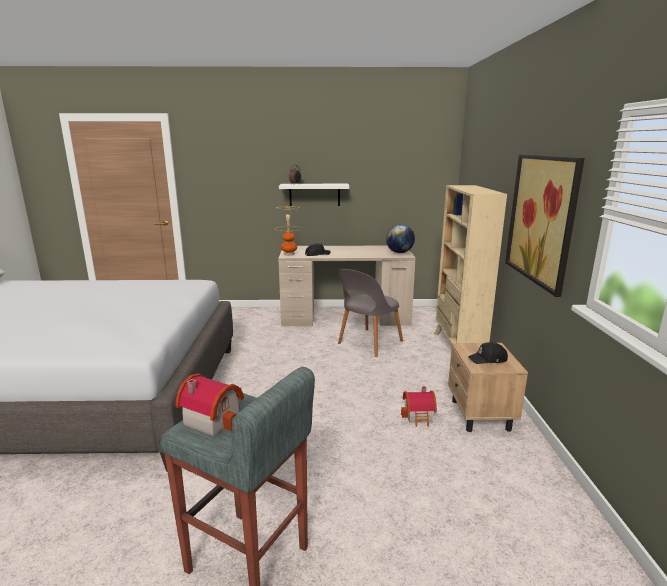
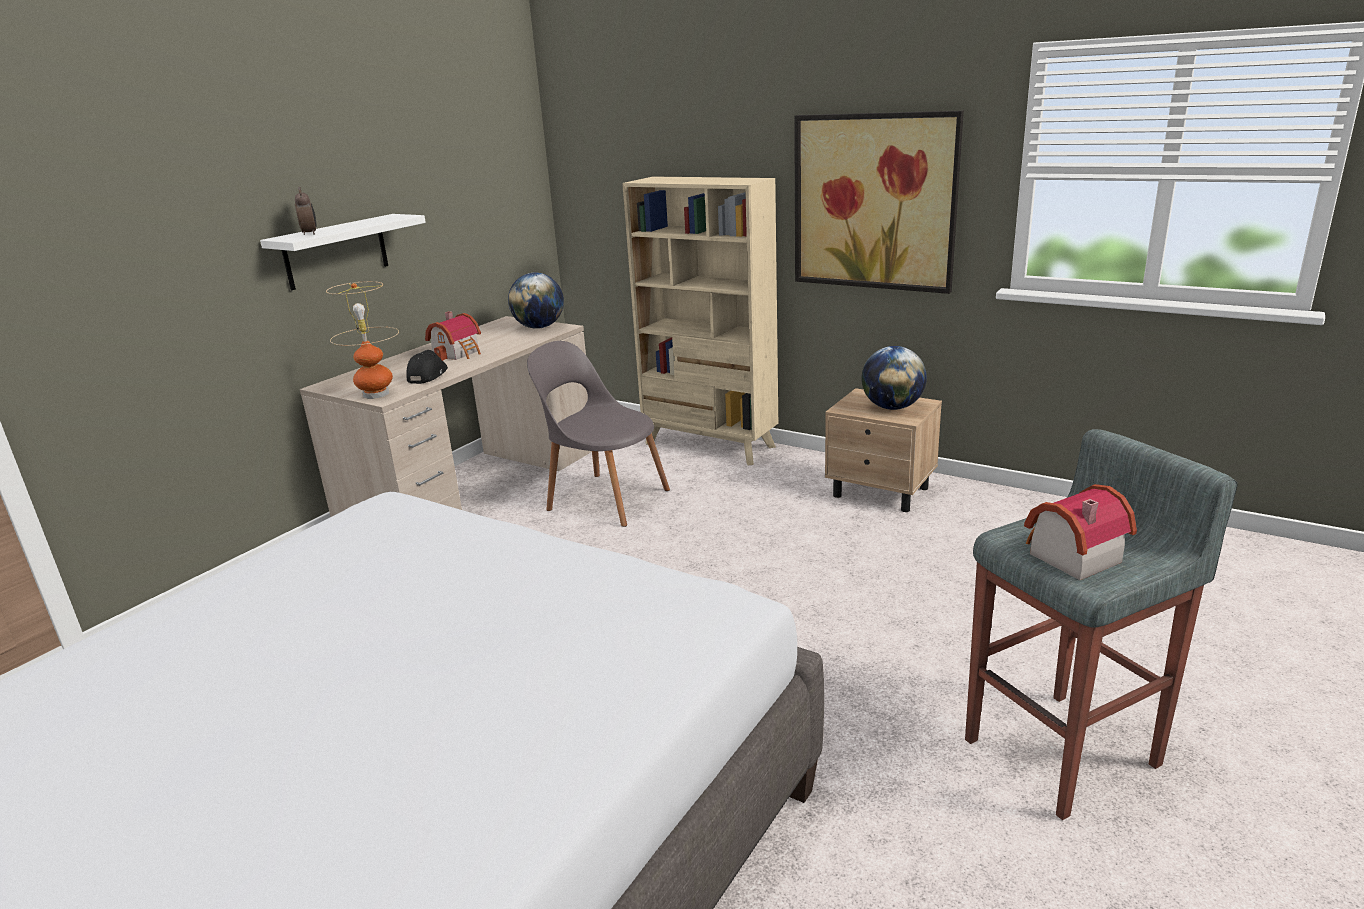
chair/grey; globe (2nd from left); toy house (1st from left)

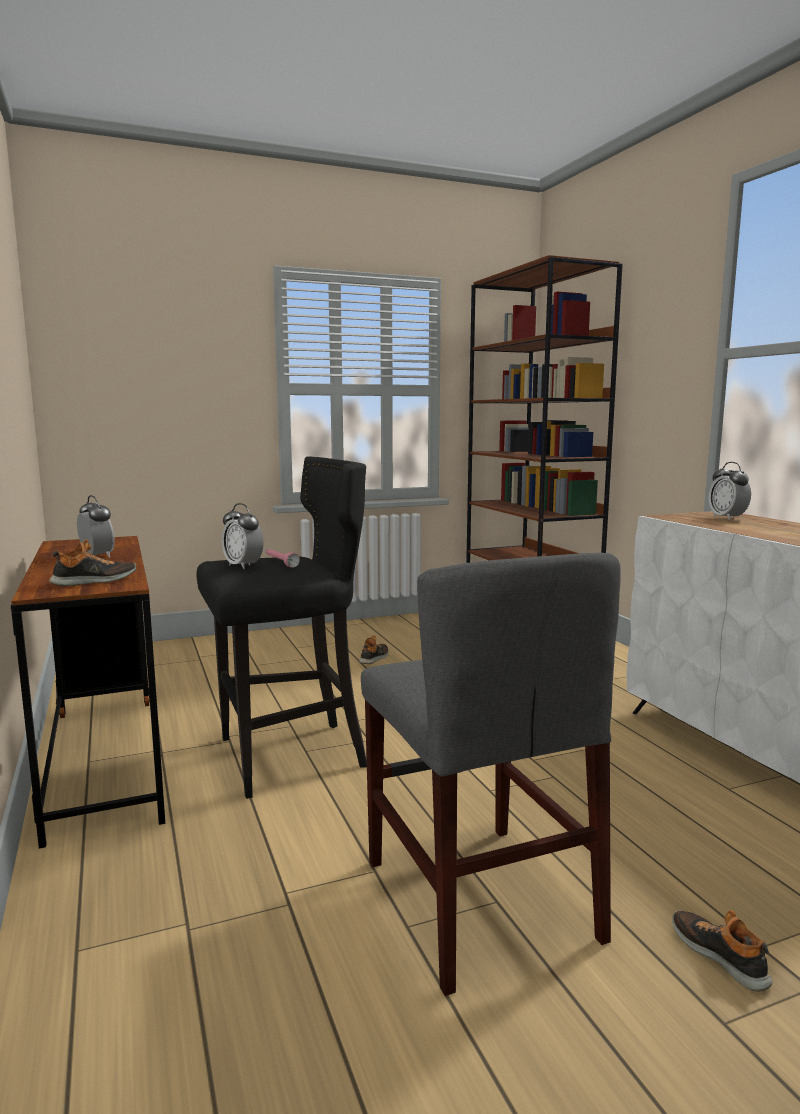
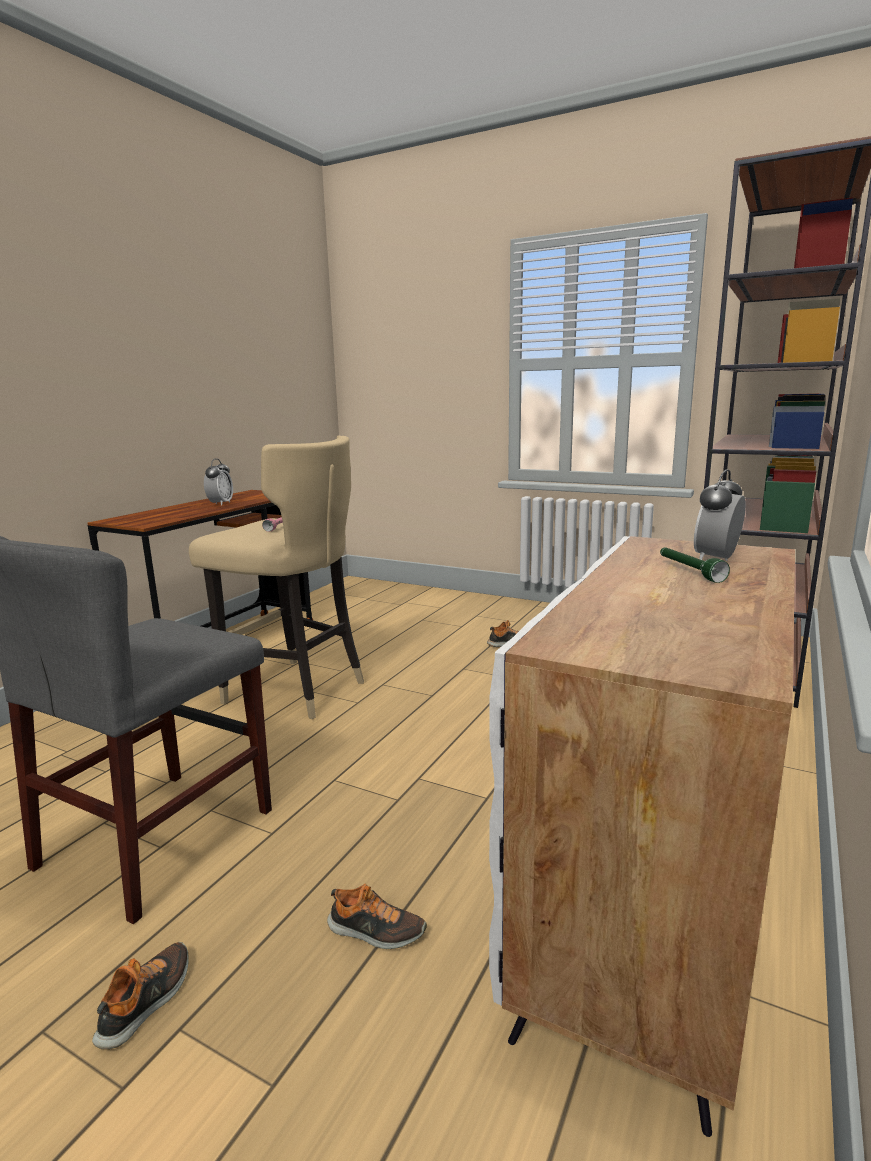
stool/beige; alarm clock (2nd from left in the first image); shoe (2nd from left); flashlight/green

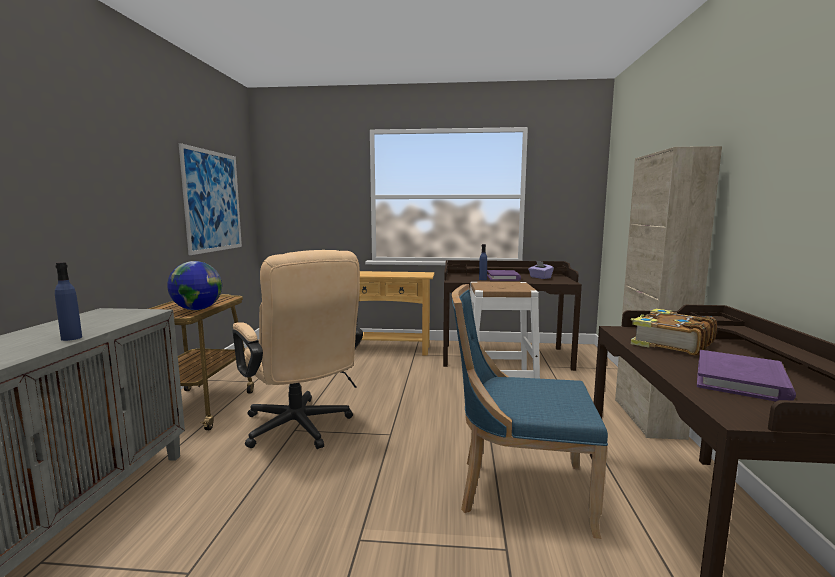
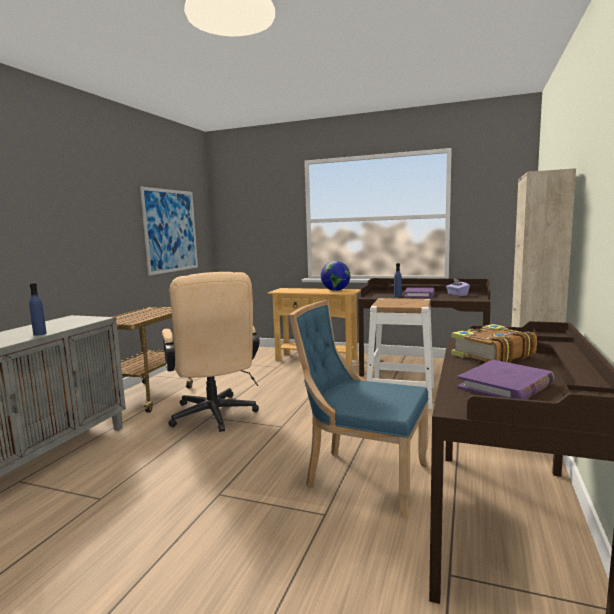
globe

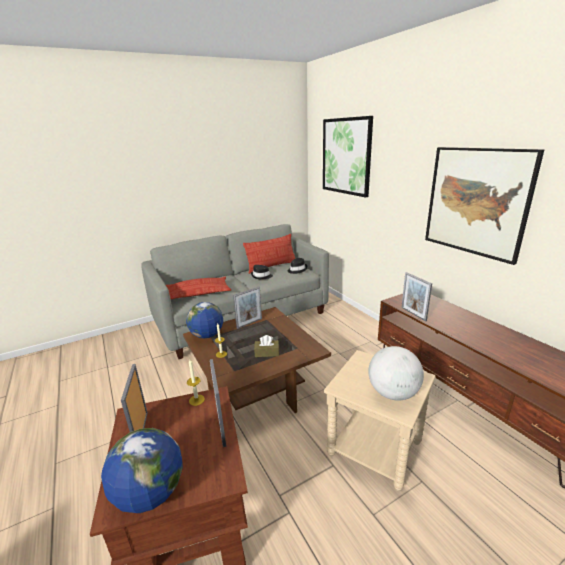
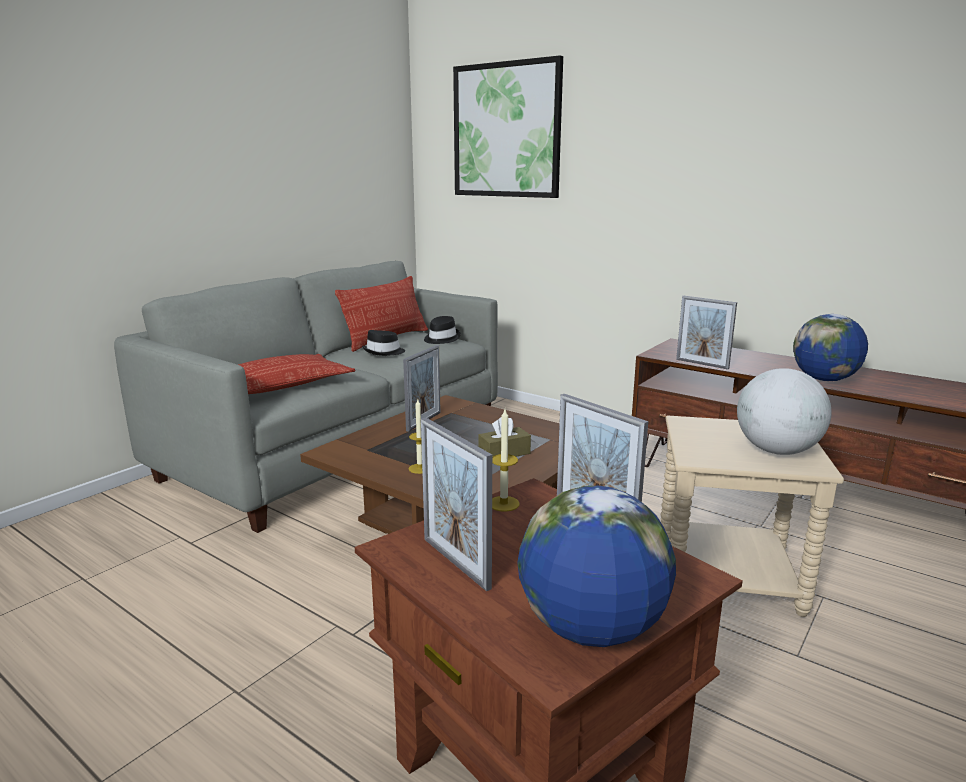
picture (2nd from left in the first image); globe (3rd from left)

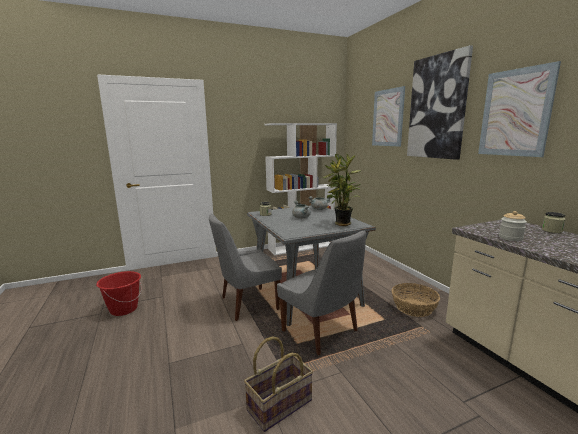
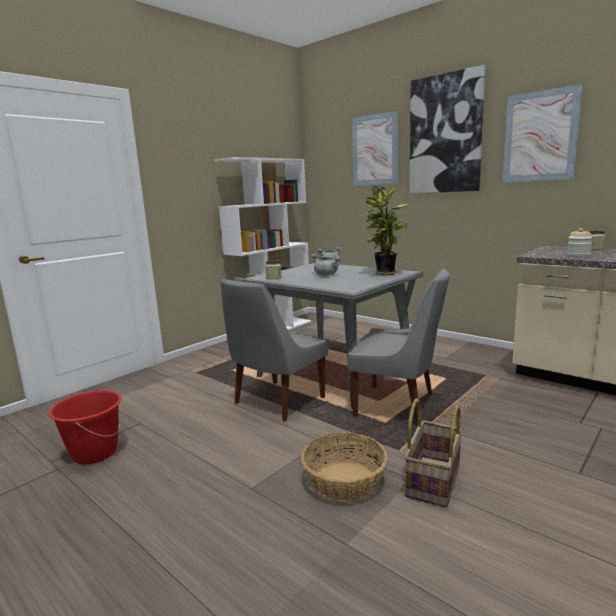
basket (1st from left)

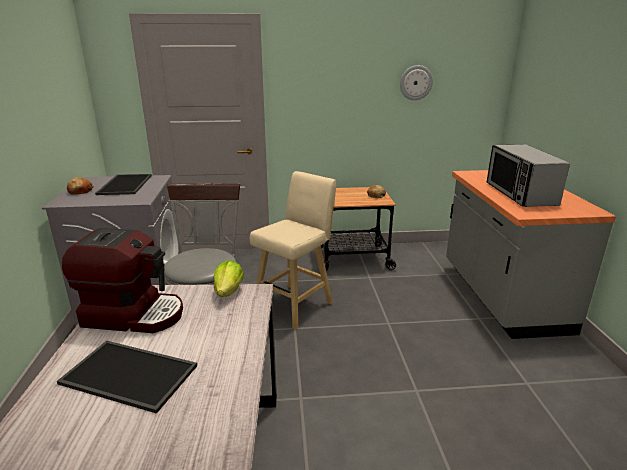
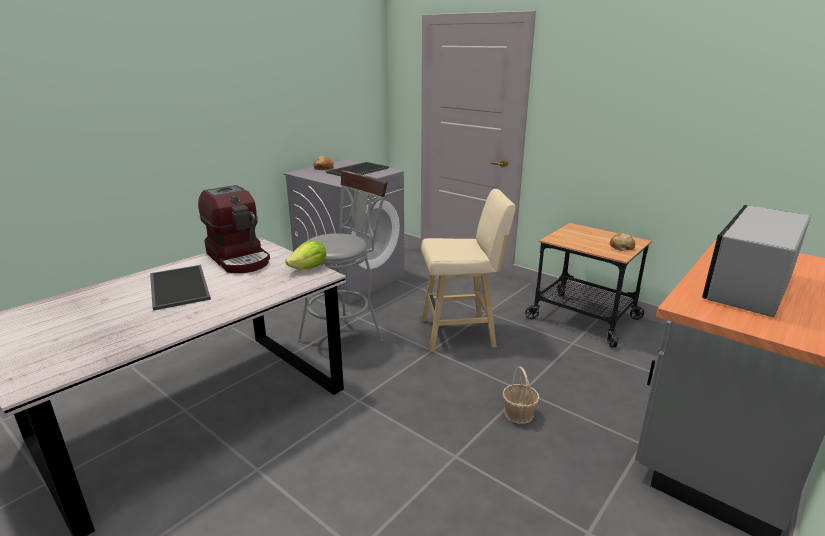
wall clock; basket

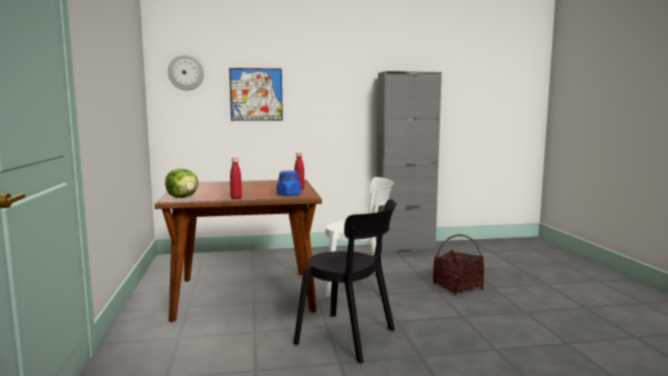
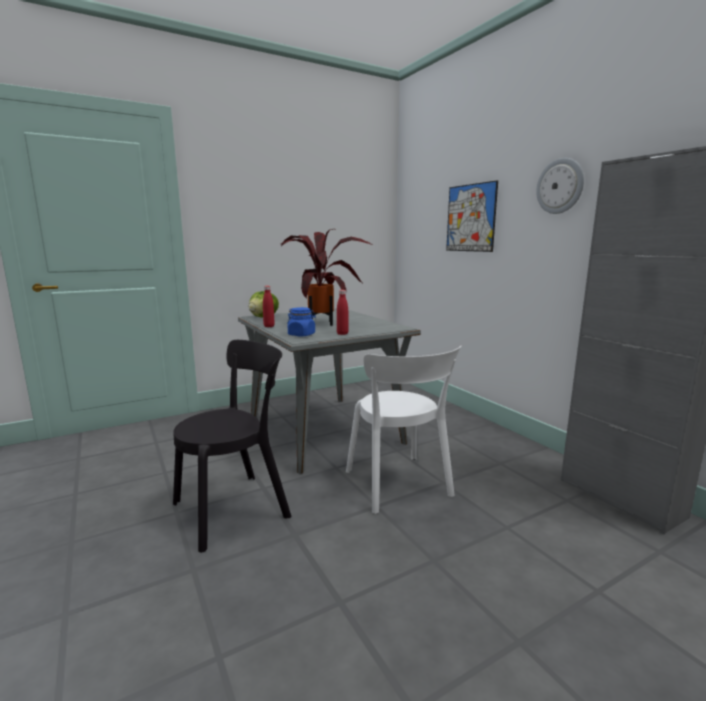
wall clock; dining table/grey; chair/black; basket; potted plant

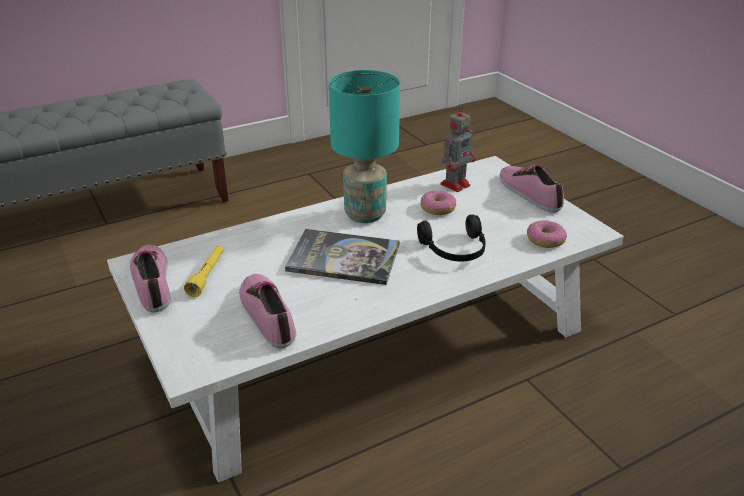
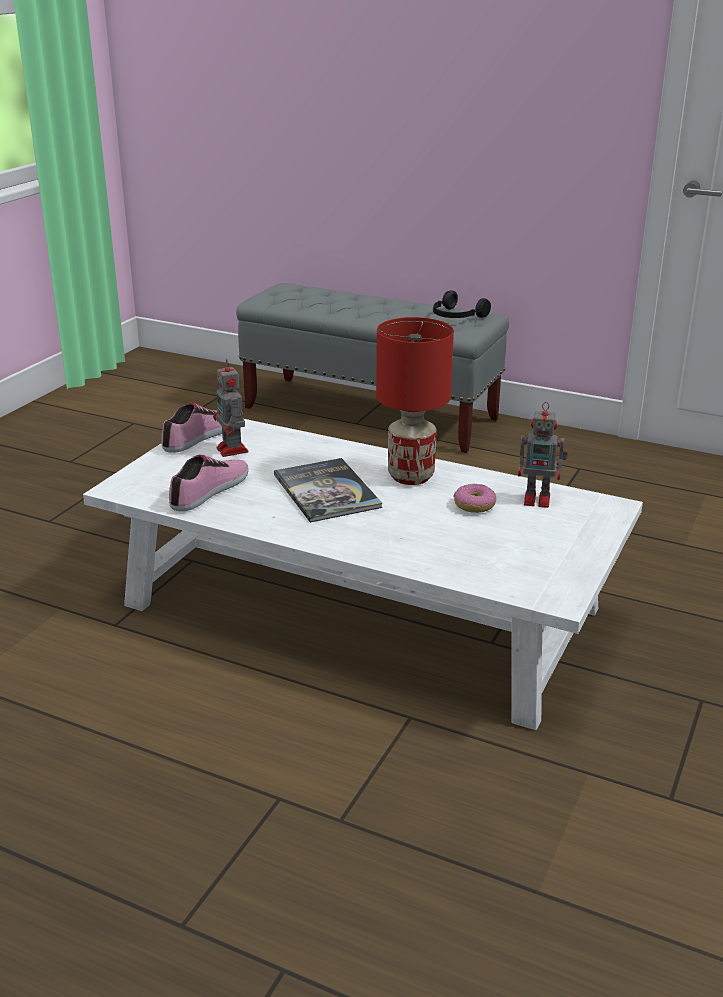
table lamp/red; shoe (3rd from left in the first image); headphones/black; donut (2nd from left in the first image); toy robot (1st from left)

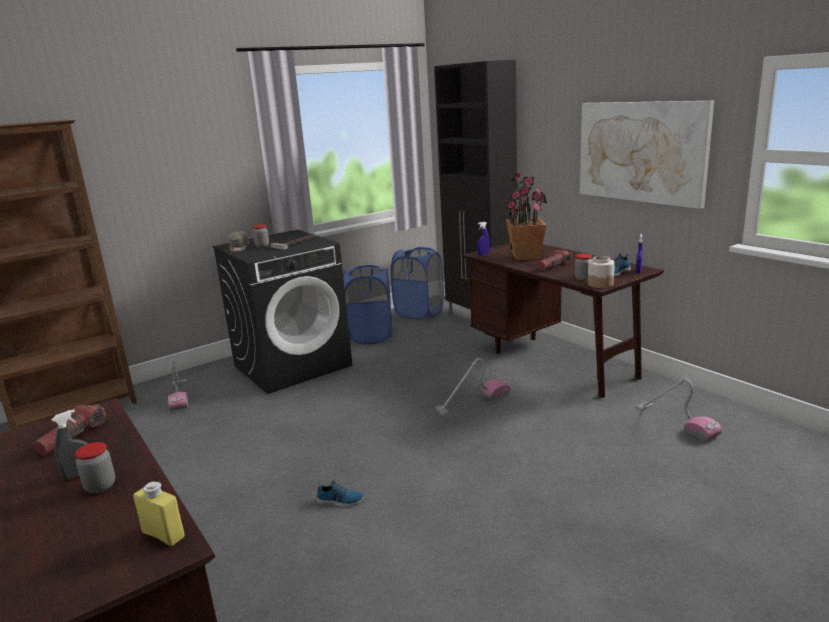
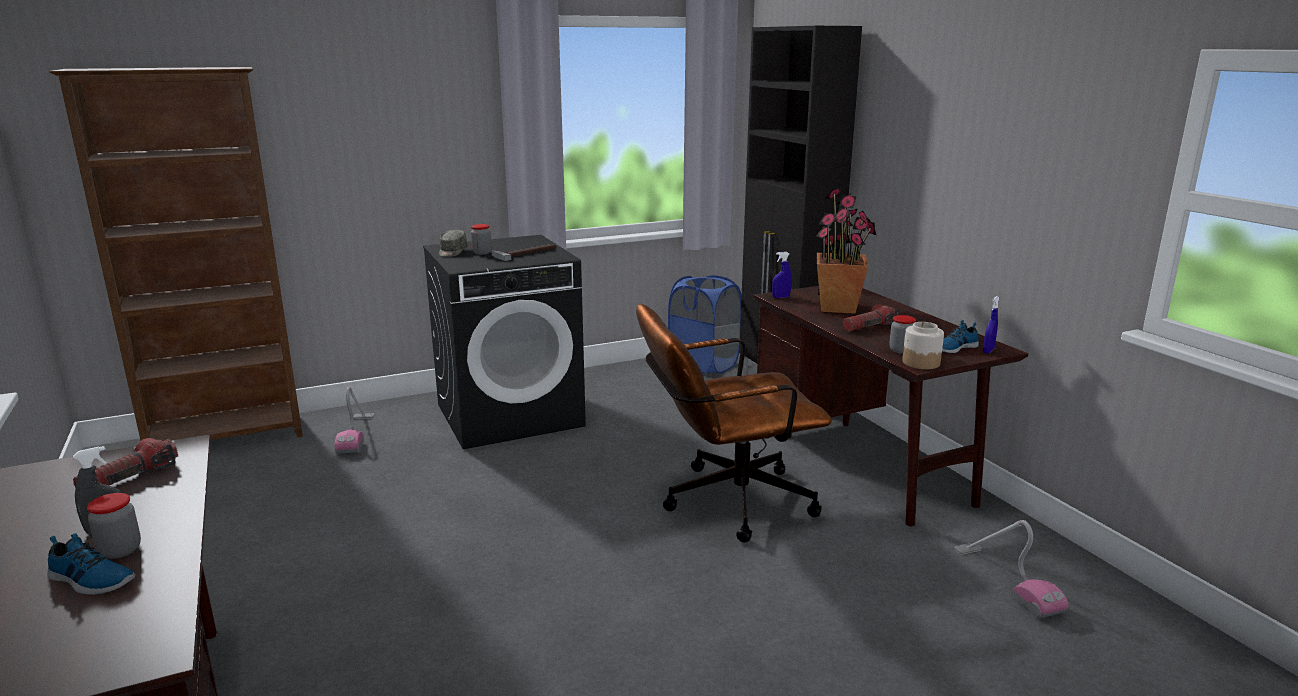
picture; laundry basket/blue (1st from left in the first image); office chair/brown; shoe (1st from left); bottle/yellow

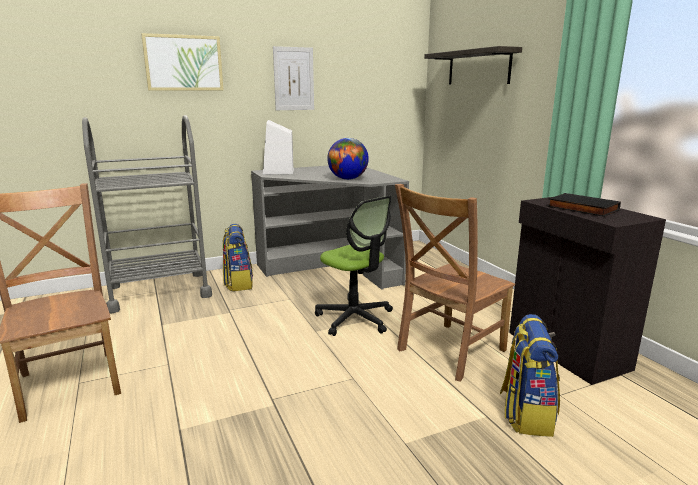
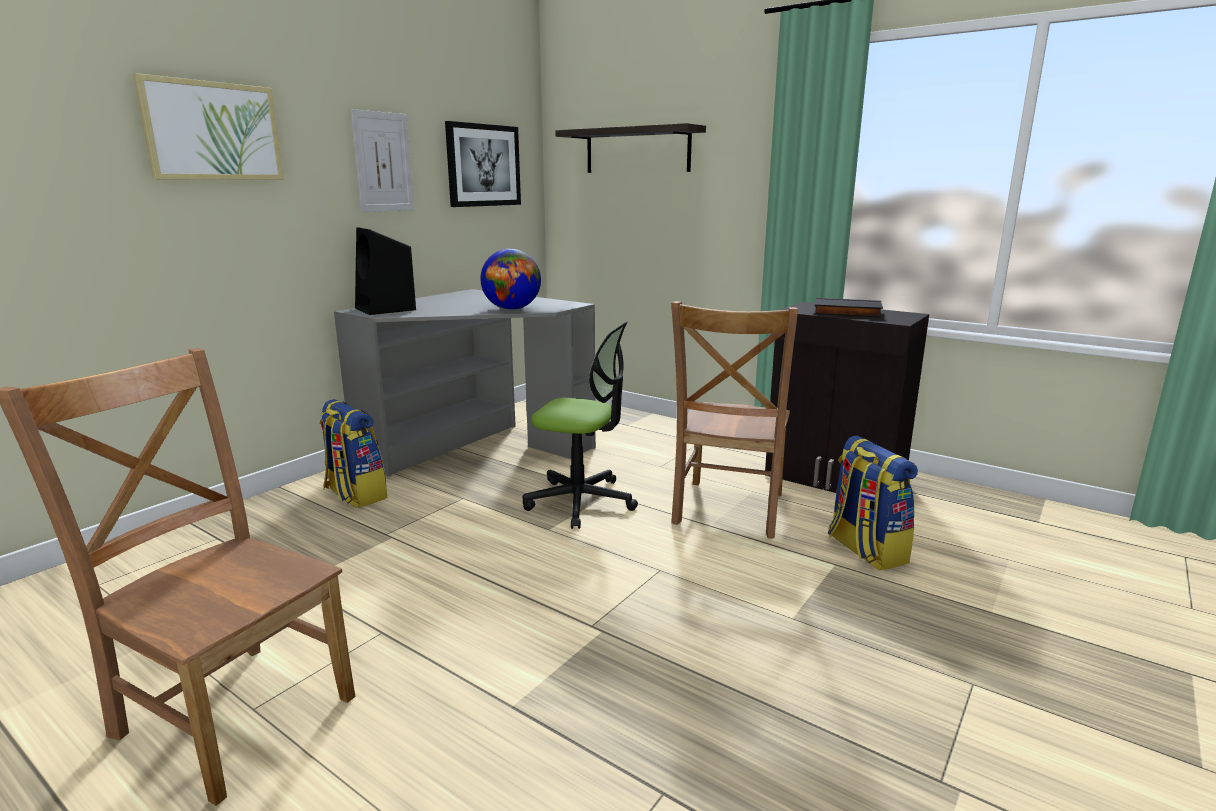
cart/grey; speaker/black; picture (3rd from left)

